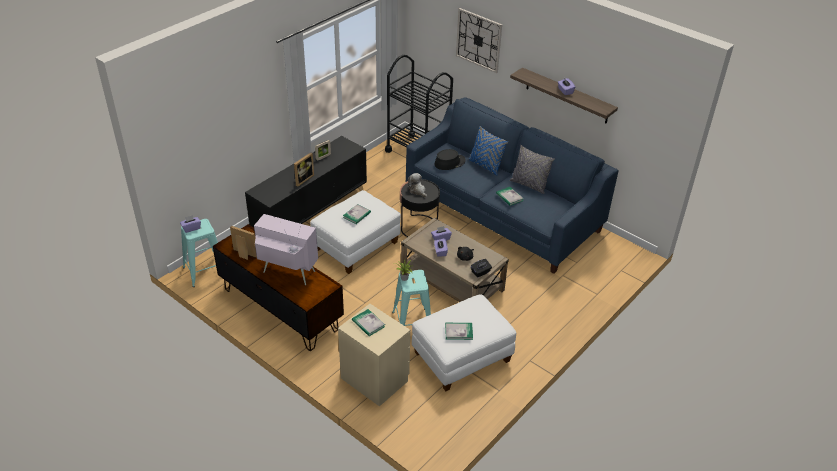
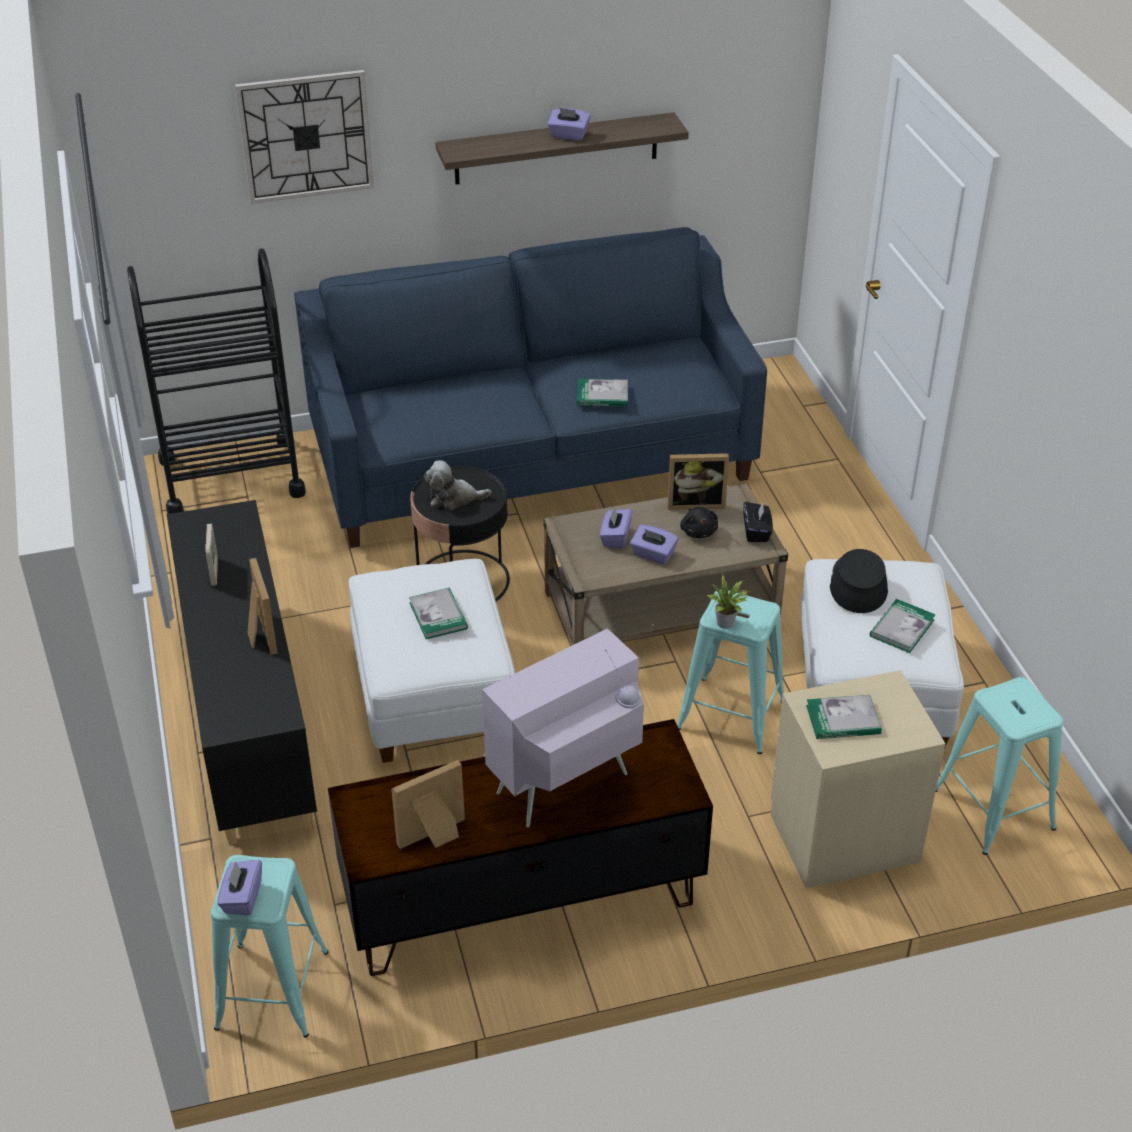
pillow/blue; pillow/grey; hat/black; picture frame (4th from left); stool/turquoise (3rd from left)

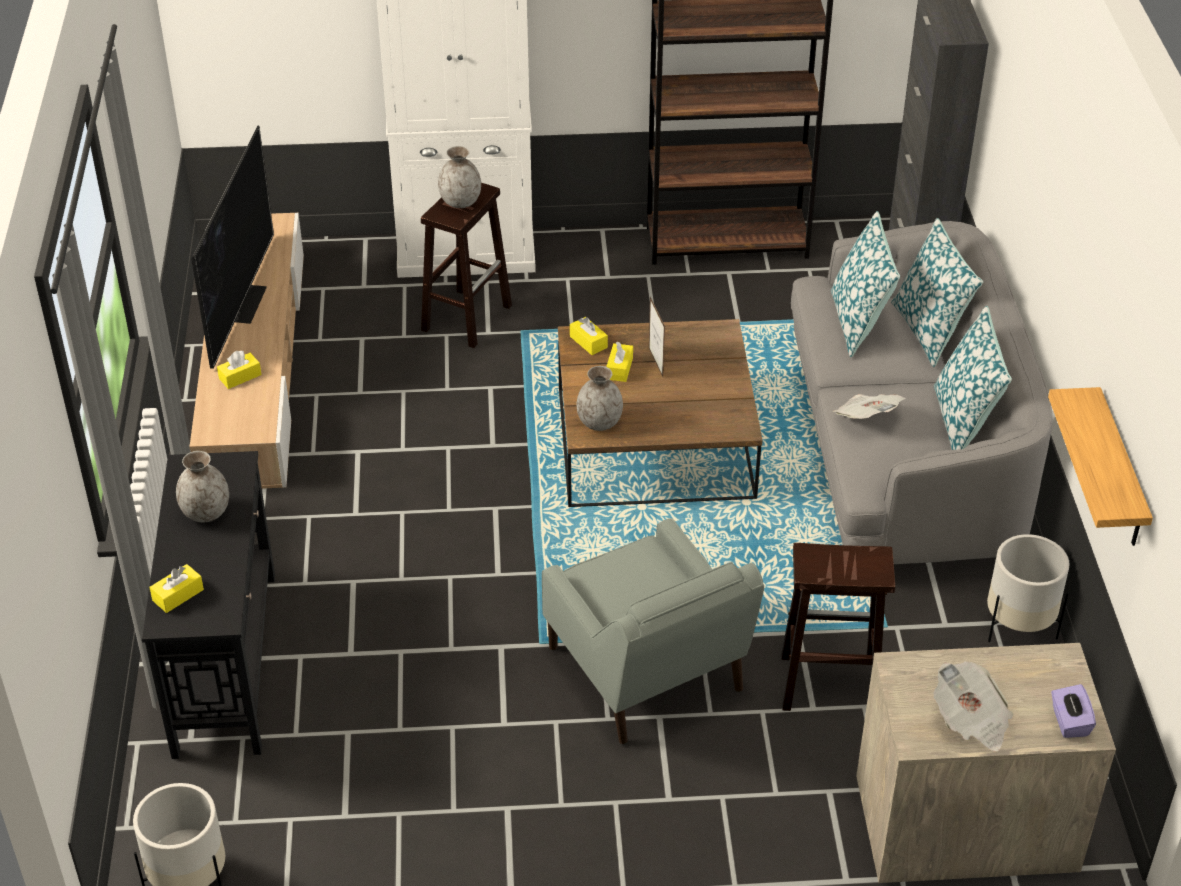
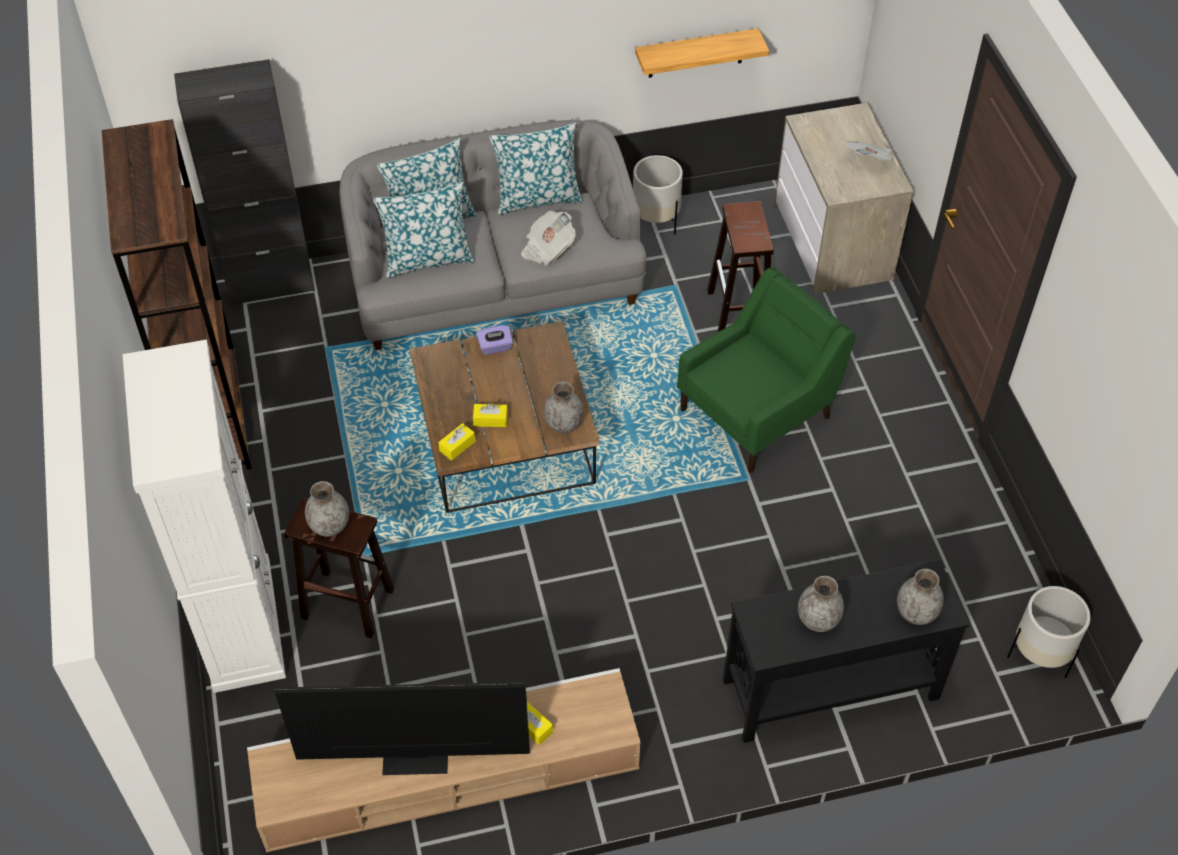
picture frame; armchair/green; vase/grey (4th from left); tissue box/purple

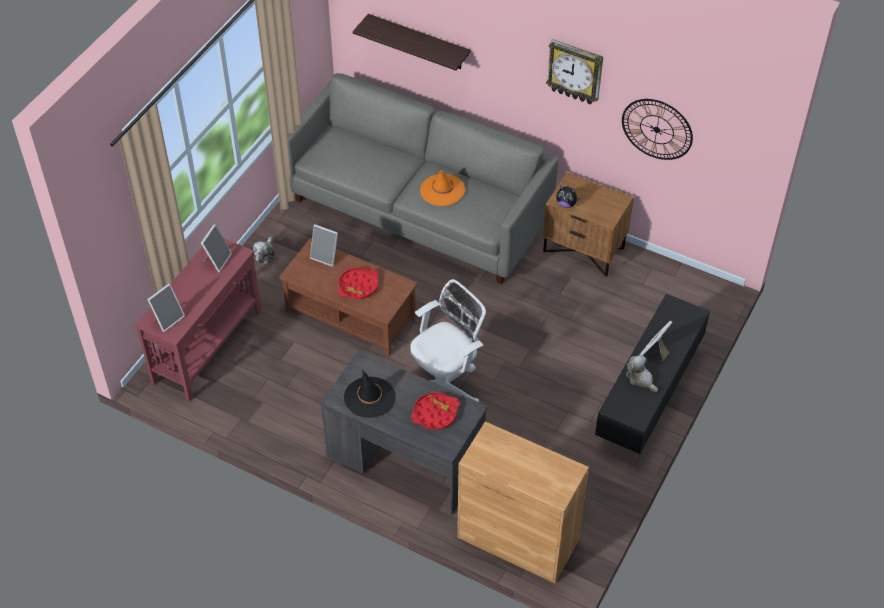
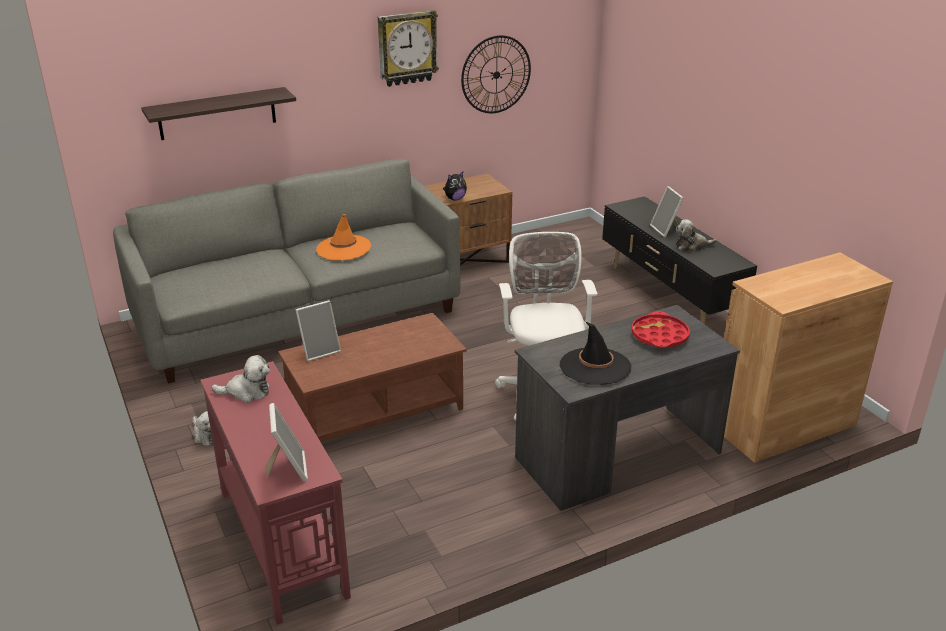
plush toy (2nd from left); tray/red (1st from left in the first image)

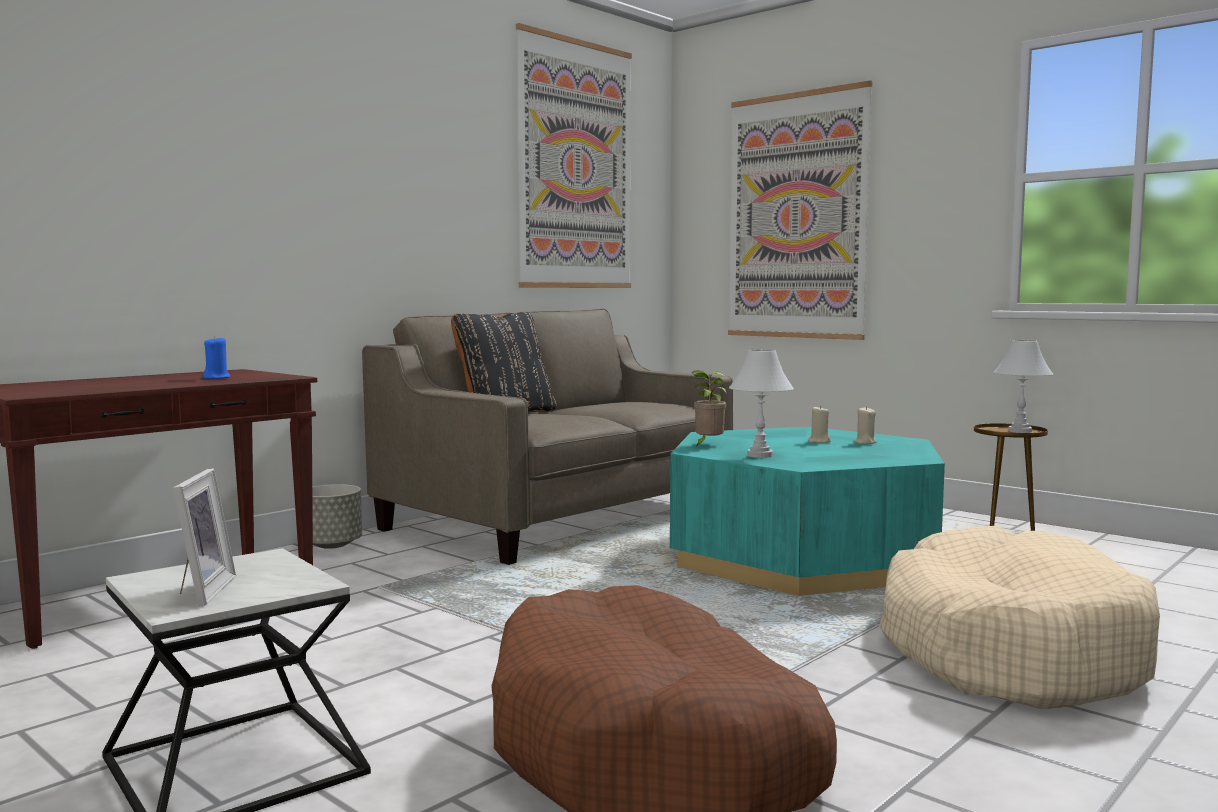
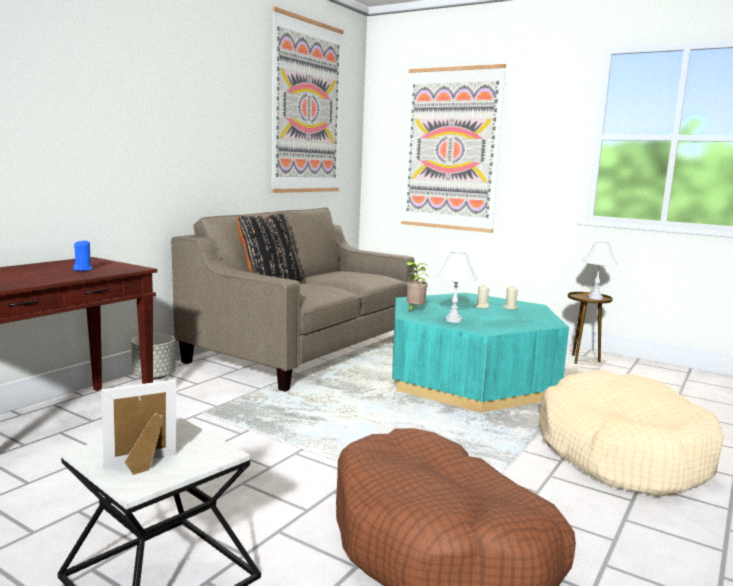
picture frame

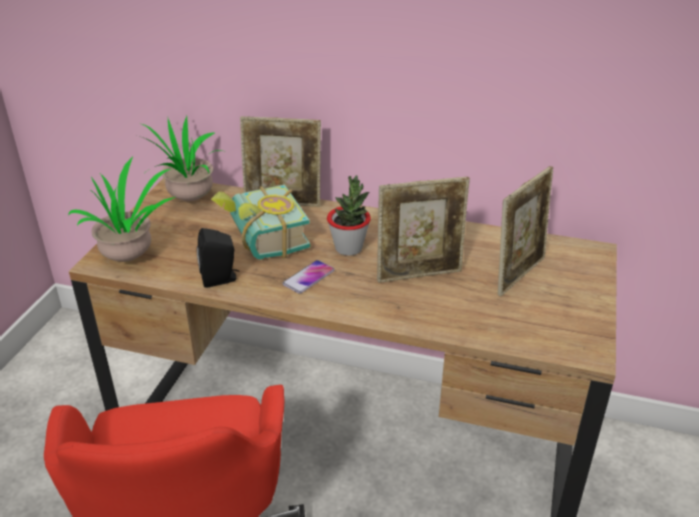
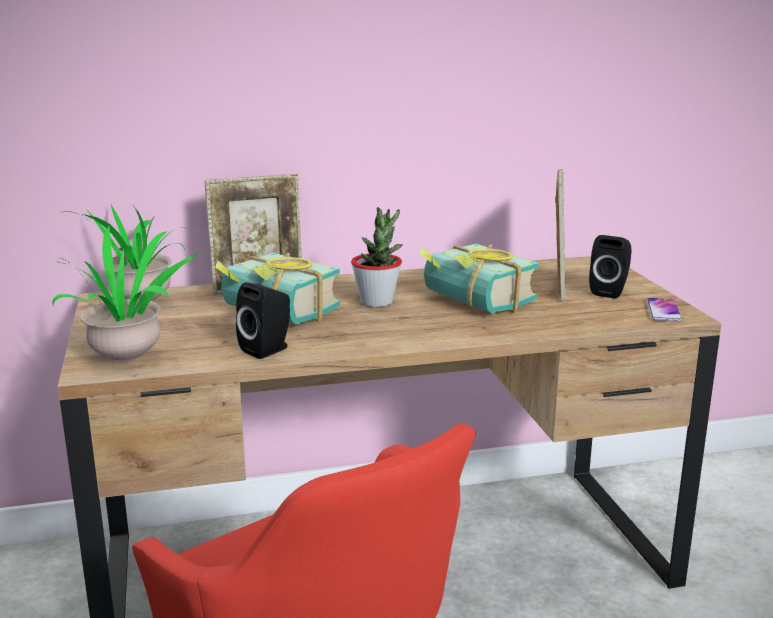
book (2nd from left); phone; speaker/black (2nd from left)

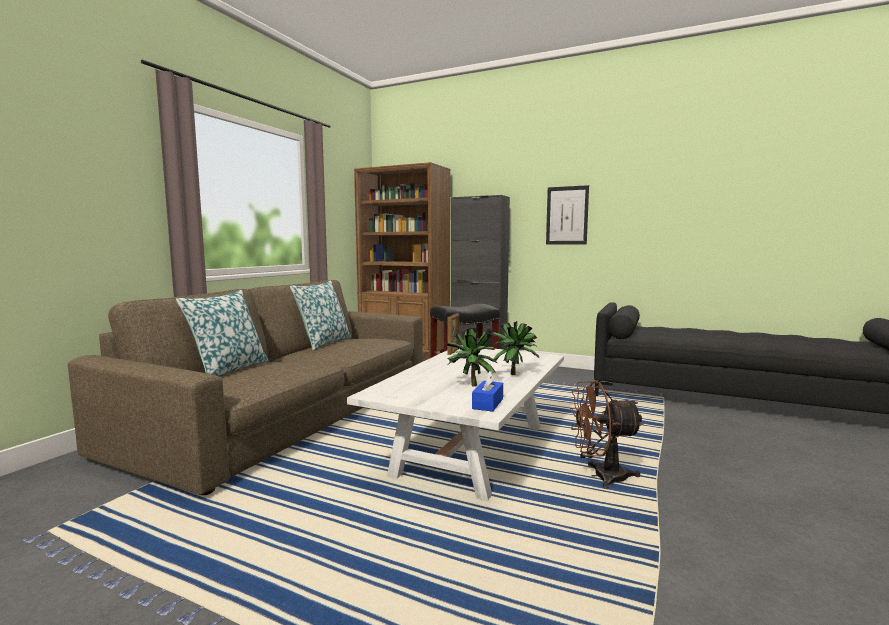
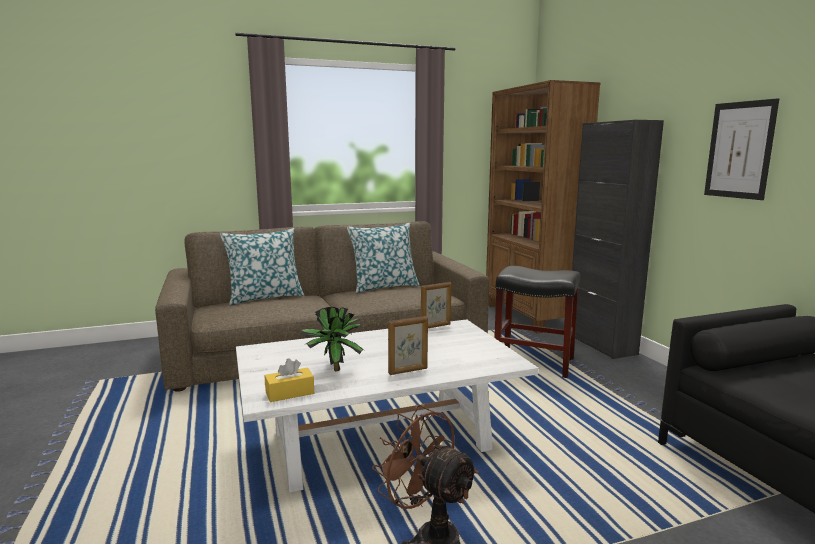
picture frame (1st from left); tissue box/yellow

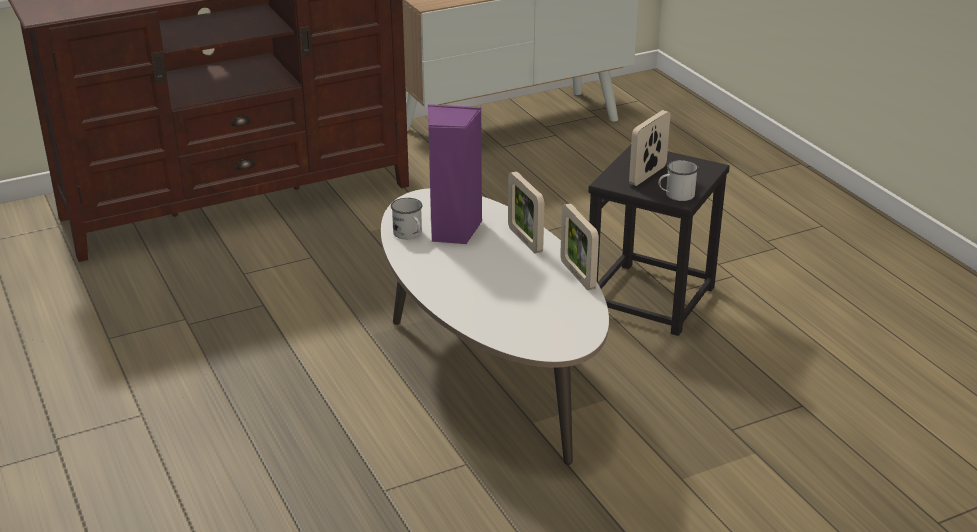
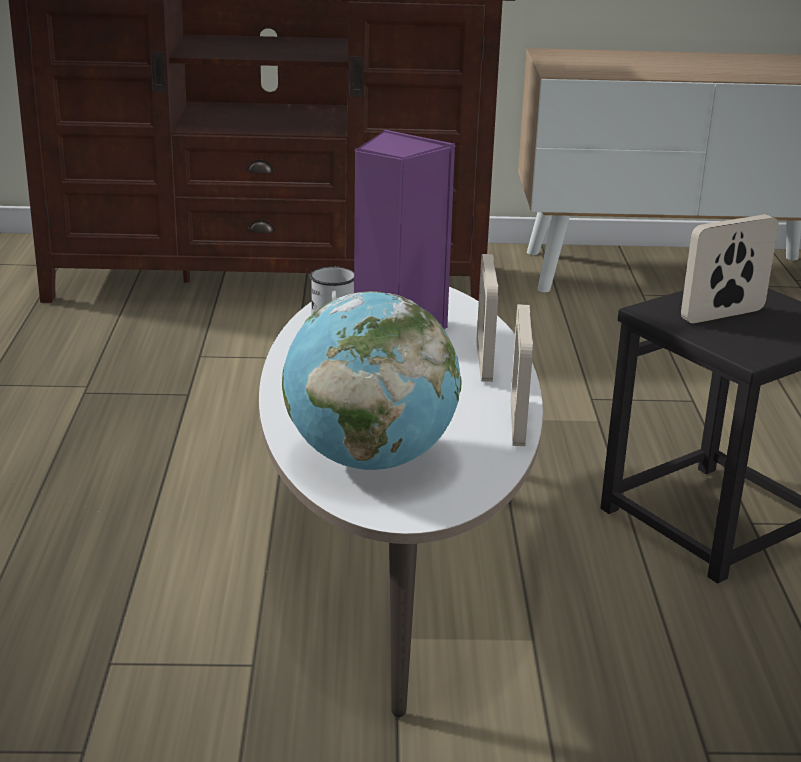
mug/white (2nd from left in the first image); globe

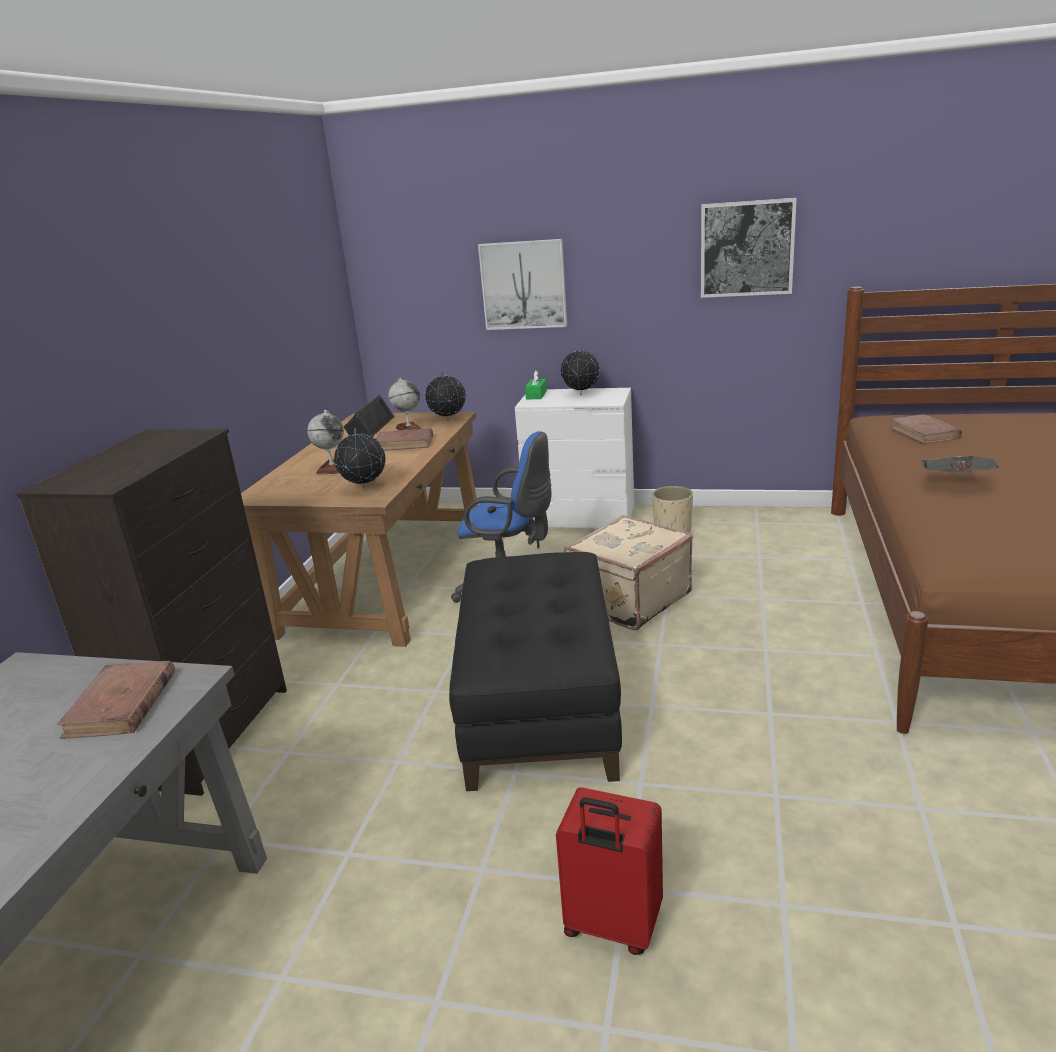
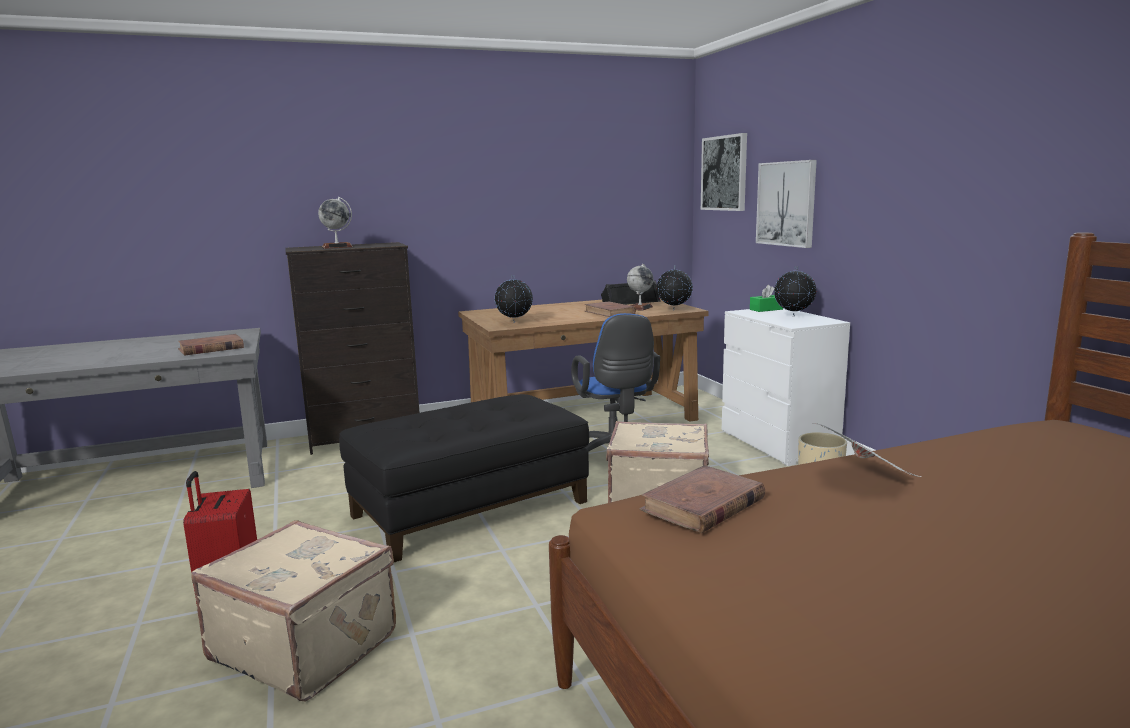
picture (1st from left); globe (1st from left); book/brown (3rd from left); suitcase/beige (1st from left)

